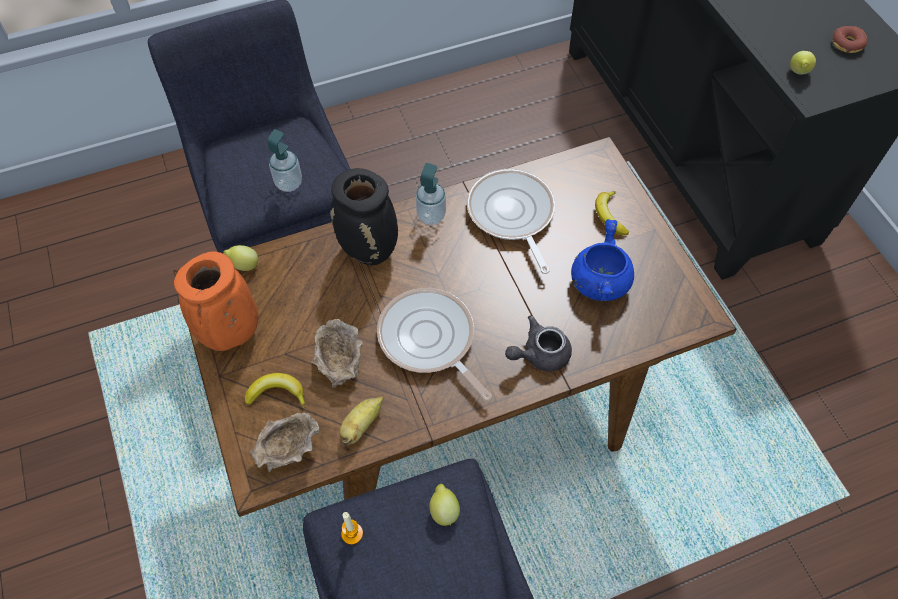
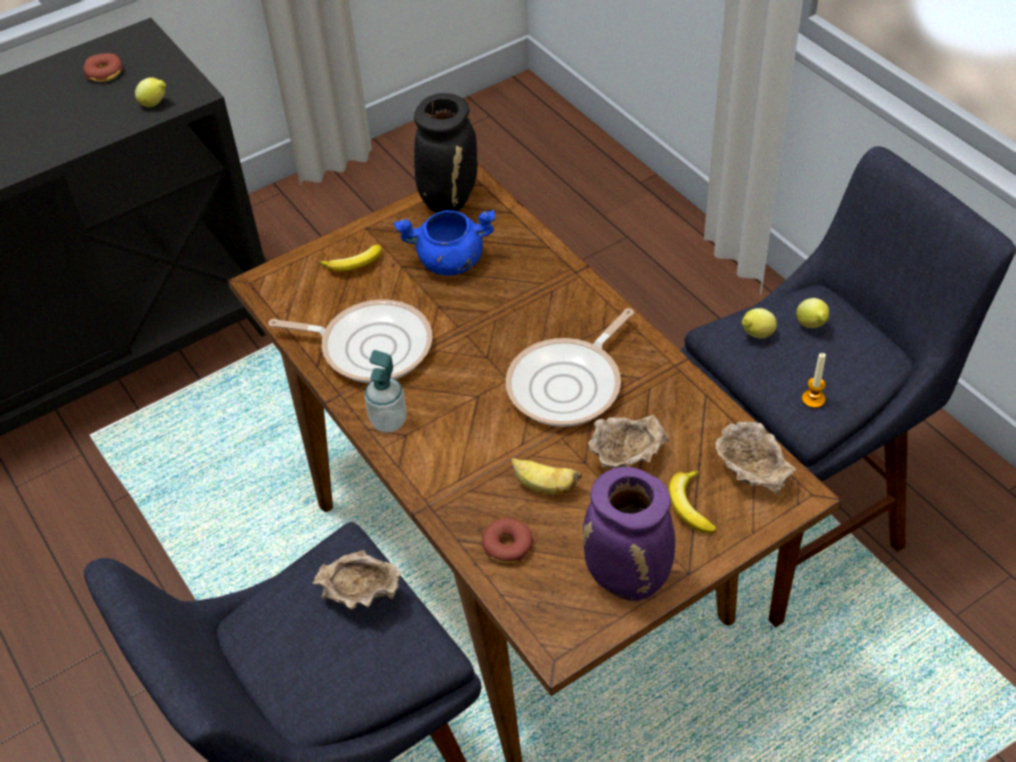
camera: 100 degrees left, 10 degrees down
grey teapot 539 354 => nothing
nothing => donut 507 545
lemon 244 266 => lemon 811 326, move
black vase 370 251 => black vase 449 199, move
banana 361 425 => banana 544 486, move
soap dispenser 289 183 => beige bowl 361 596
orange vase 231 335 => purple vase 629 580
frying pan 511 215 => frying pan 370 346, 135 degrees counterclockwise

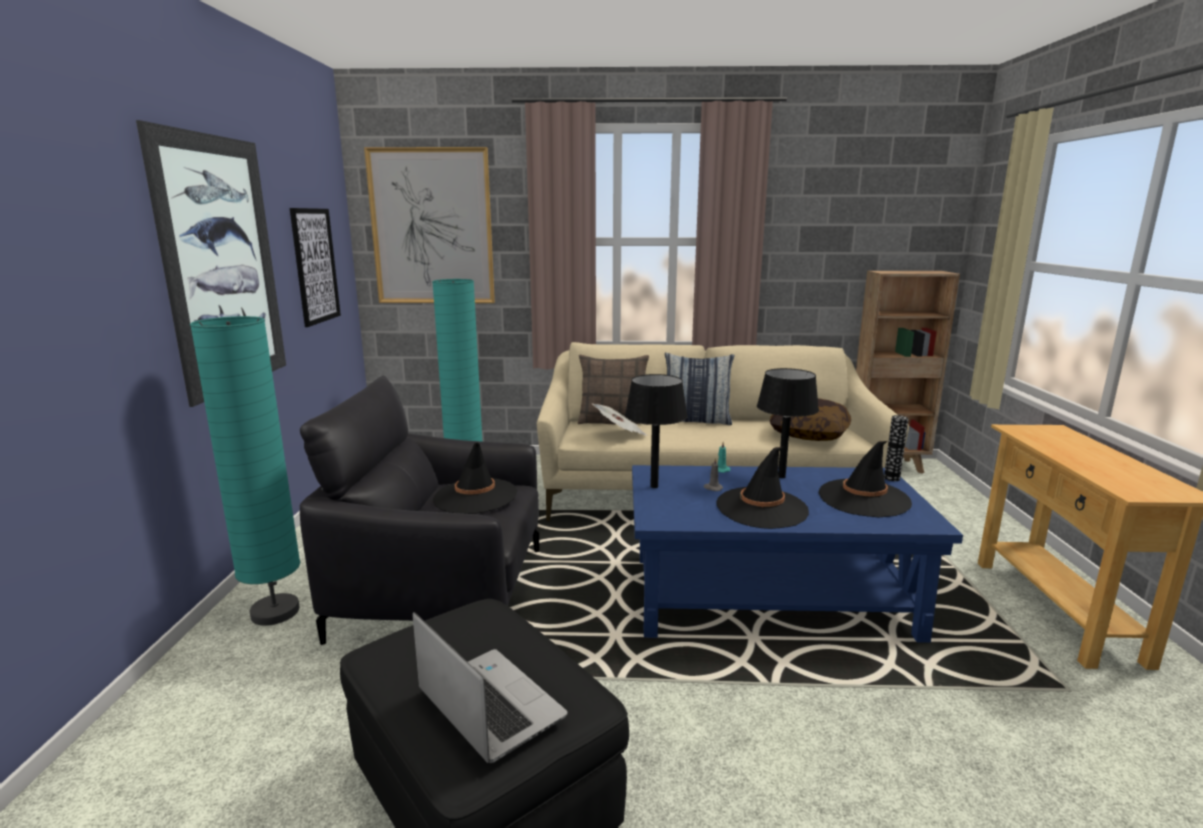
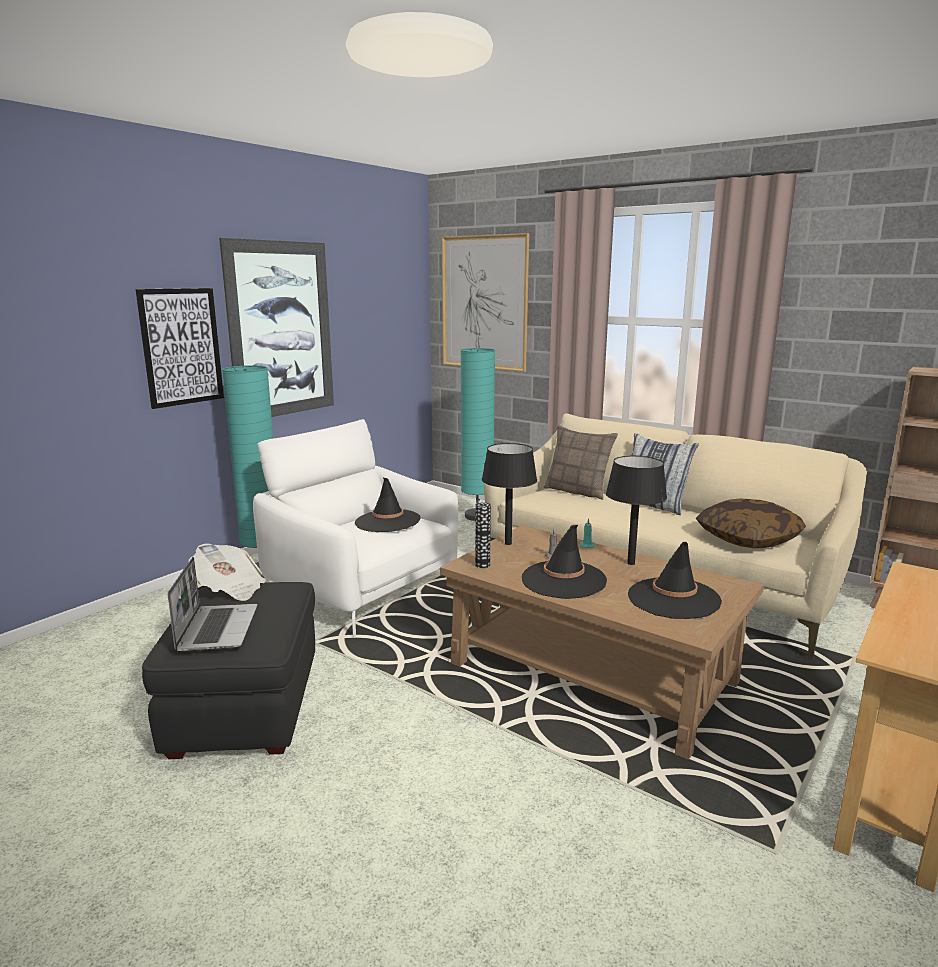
camera: 35 degrees right, 0 degrees up
picture 315 266 => picture 181 347, move
newspaper 620 434 => newspaper 230 589, move
vase 891 478 => vase 482 565, move
black armchair 443 592 => white armchair 363 591
blue coffee table 769 596 => brown coffee table 593 673

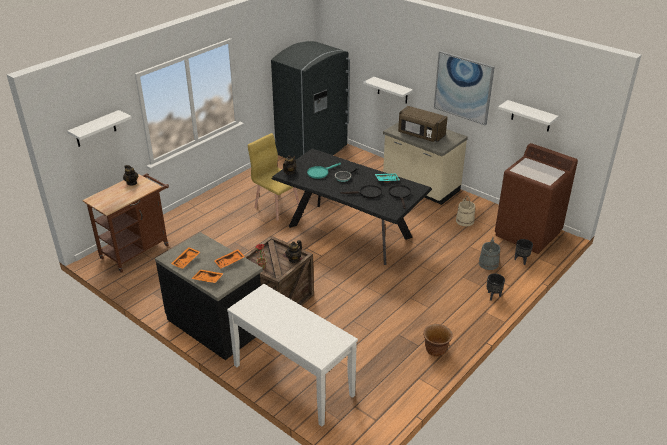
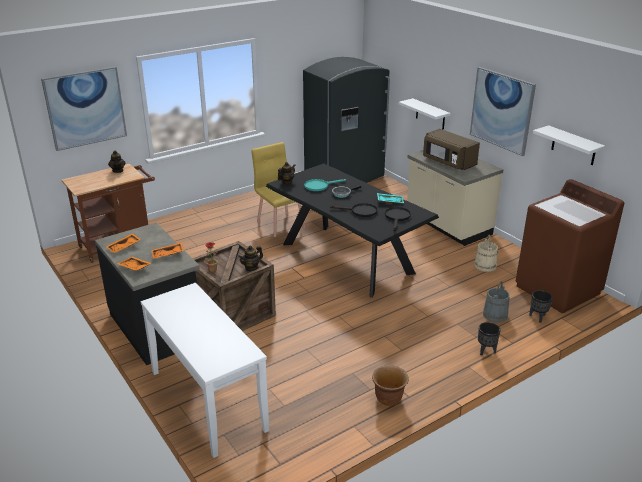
camera: 15 degrees right, 5 degrees down
white shelf 95 129 => picture 85 108

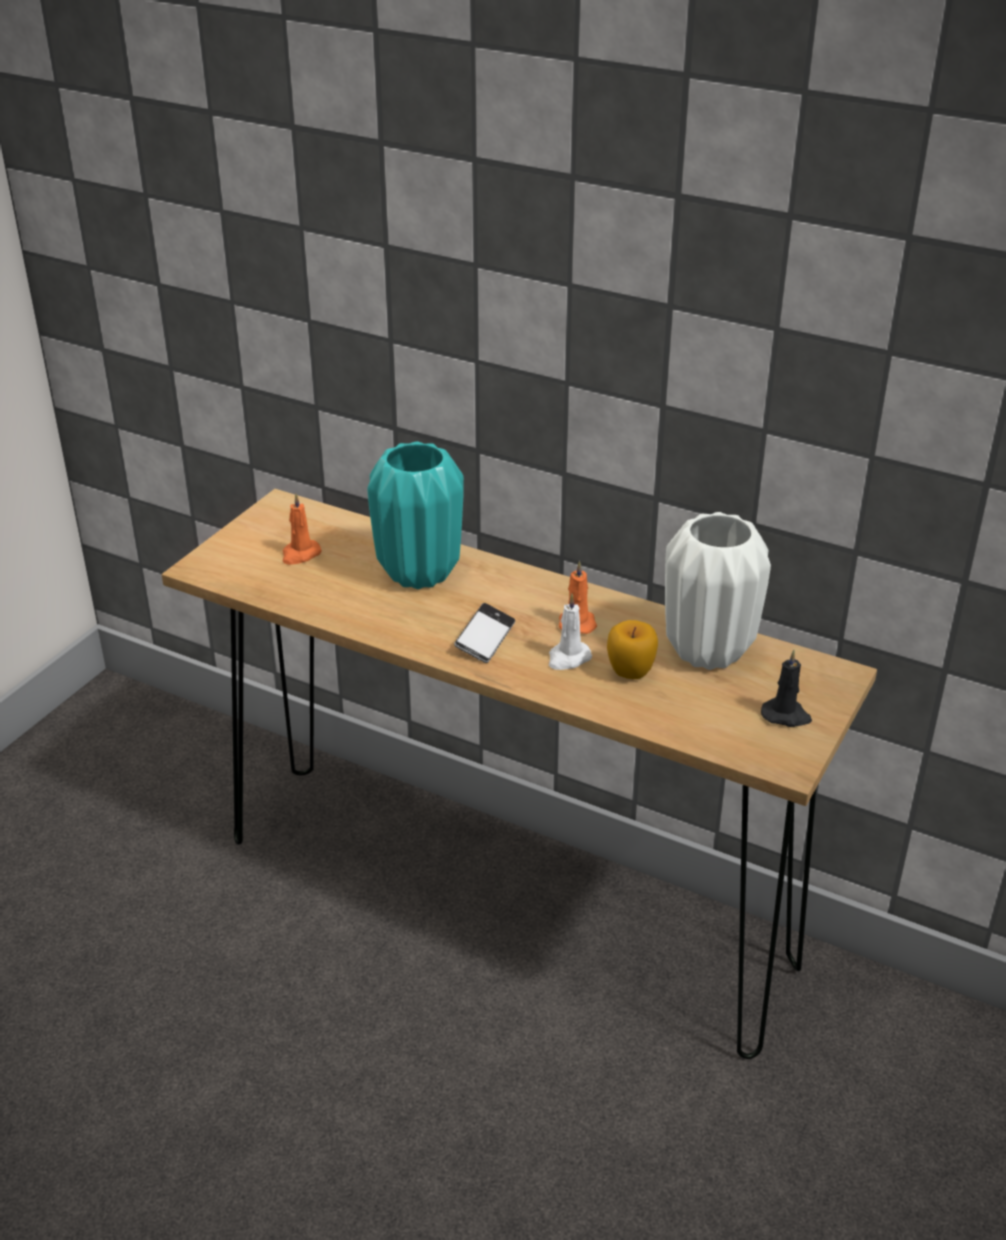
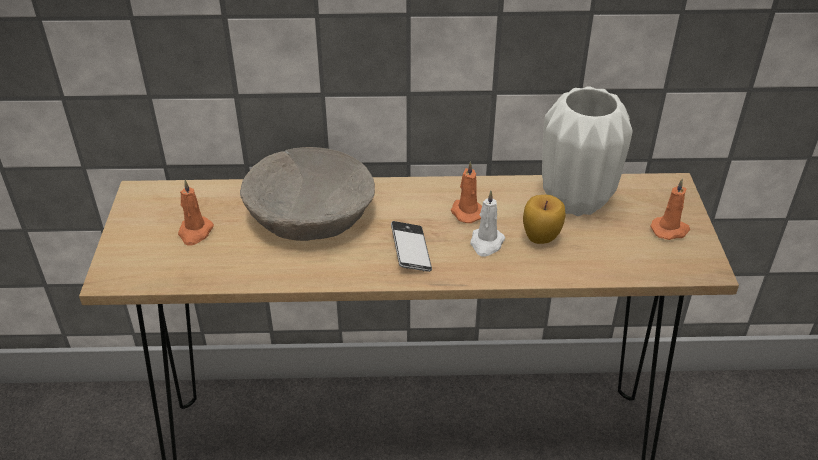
camera: 30 degrees left, 5 degrees up
turquoise vase 418 573 => beige bowl 309 214
black candle 786 715 => orange candle 670 230

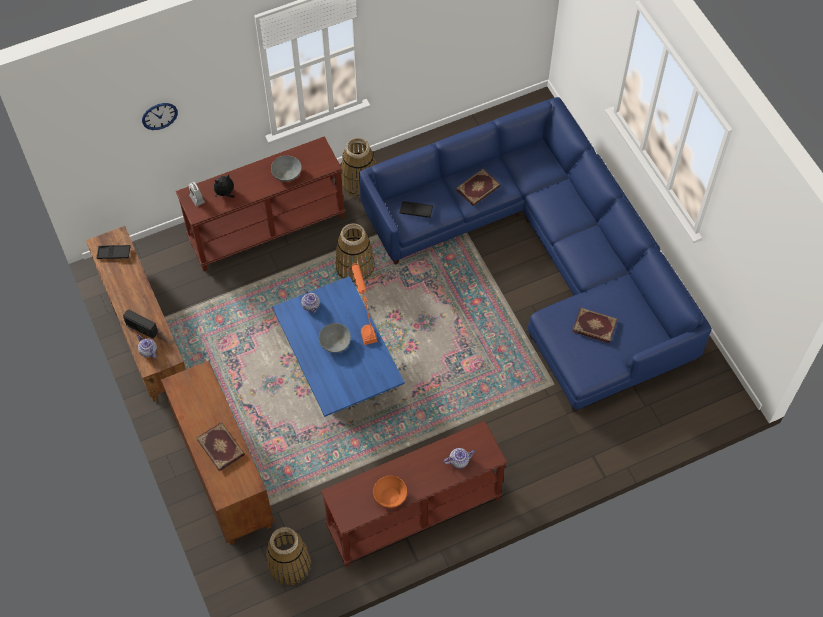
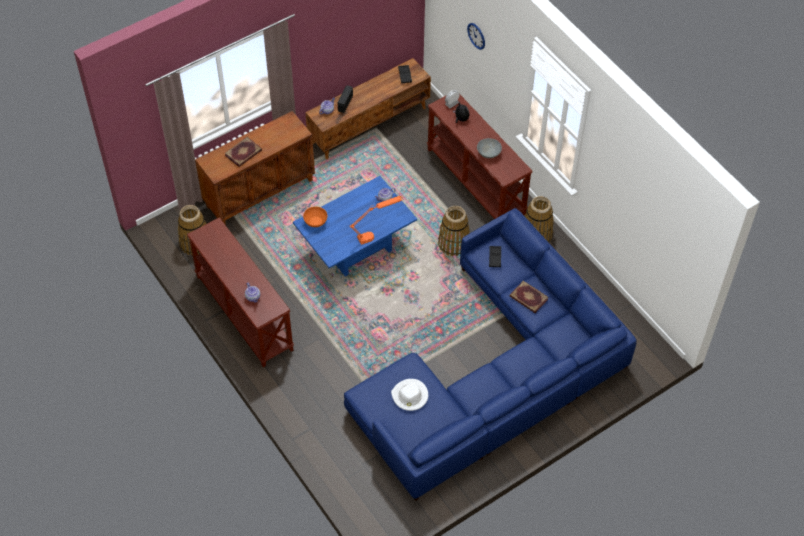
camera: 80 degrees right, 5 degrees down
grey bowl 335 342 => nothing
orange bowl 390 496 => orange bowl 315 221, move
book 594 325 => white hat 410 396

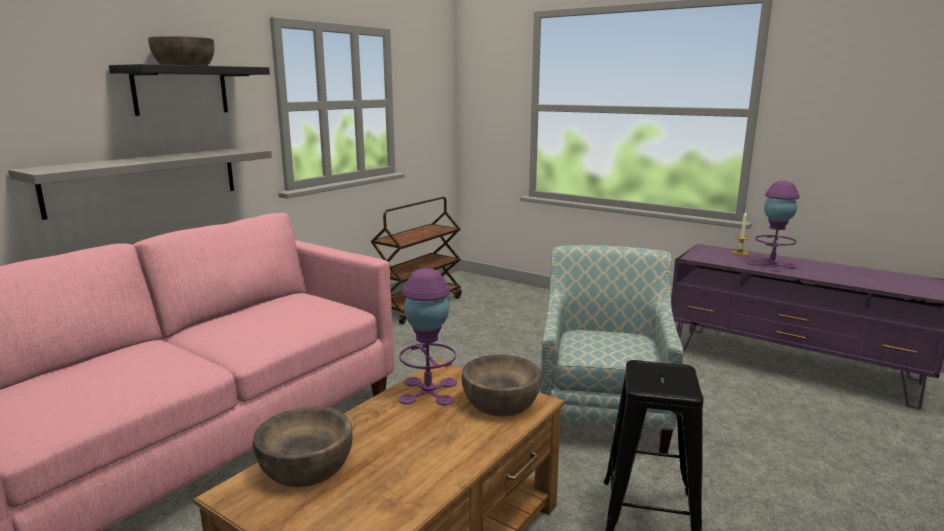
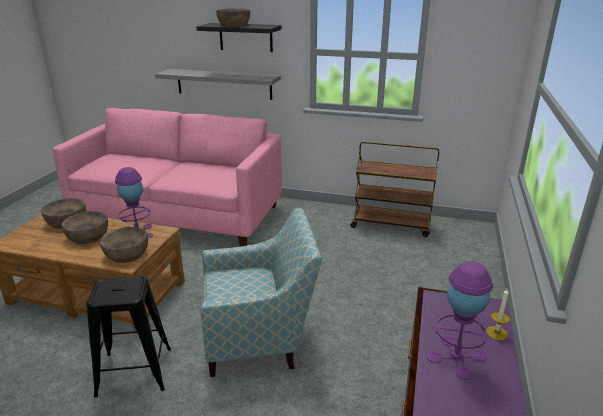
camera: 70 degrees right, 10 degrees up
nothing => brown bowl 88 236

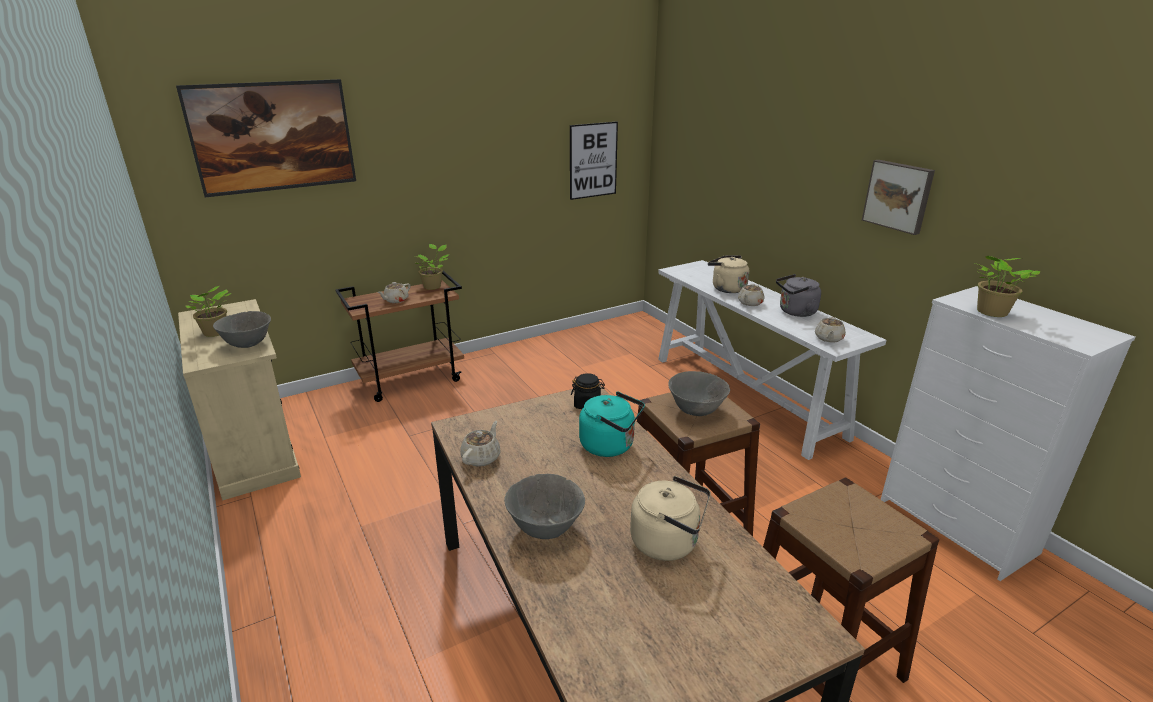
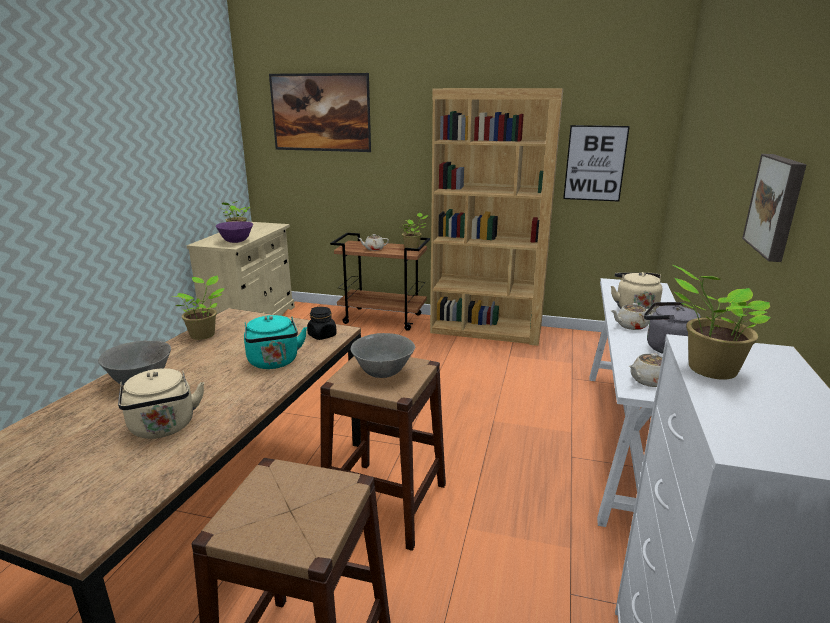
camera: 45 degrees right, 5 degrees down
nothing => brown bookcase 486 330
beige teapot 481 457 => potted plant 204 334
grey bowl 247 344 => purple bowl 236 241

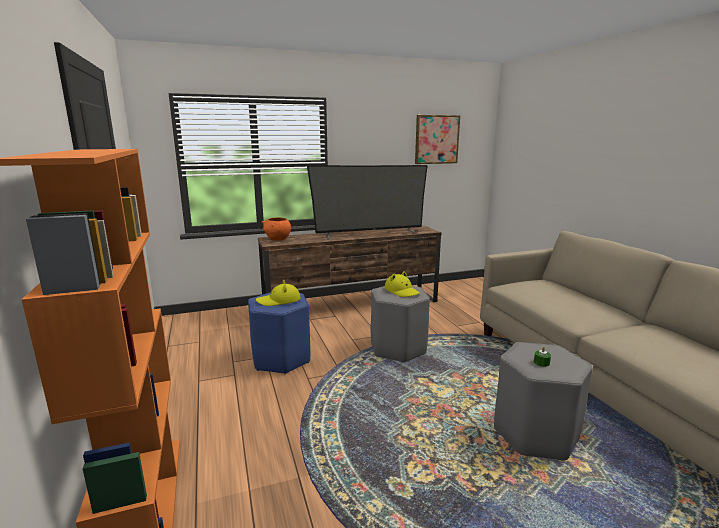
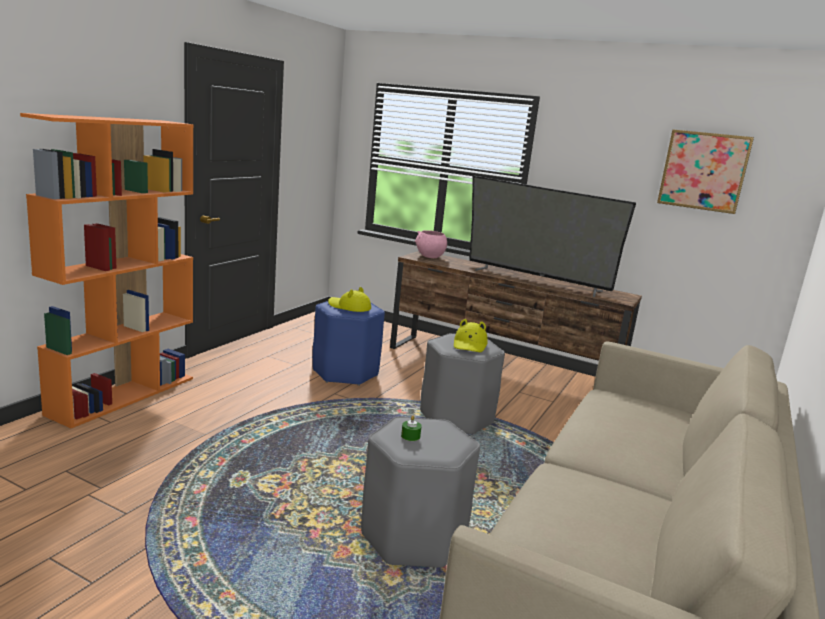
camera: 45 degrees right, 0 degrees up
orange bowl 278 239 => pink bowl 429 256

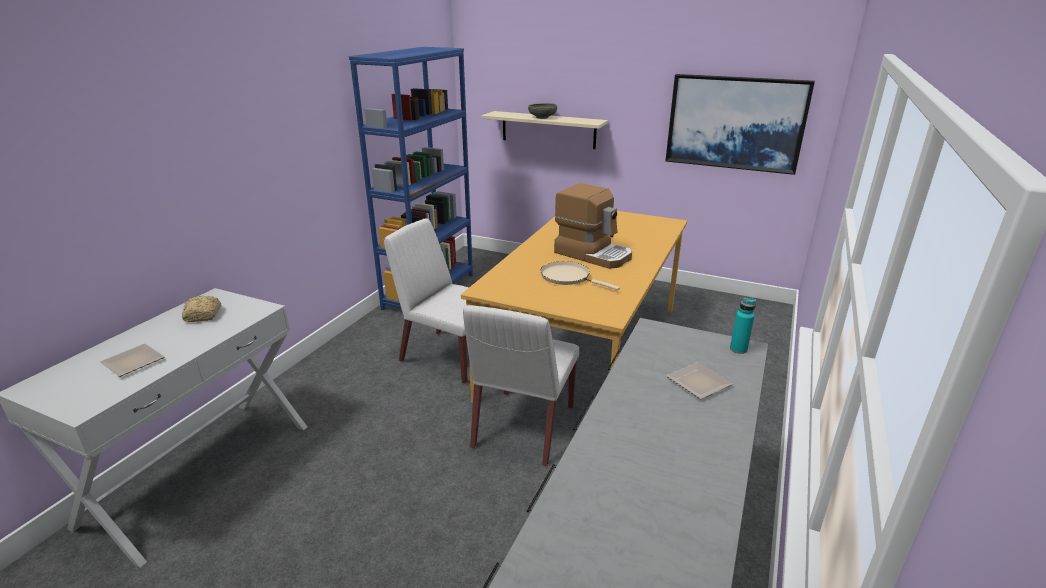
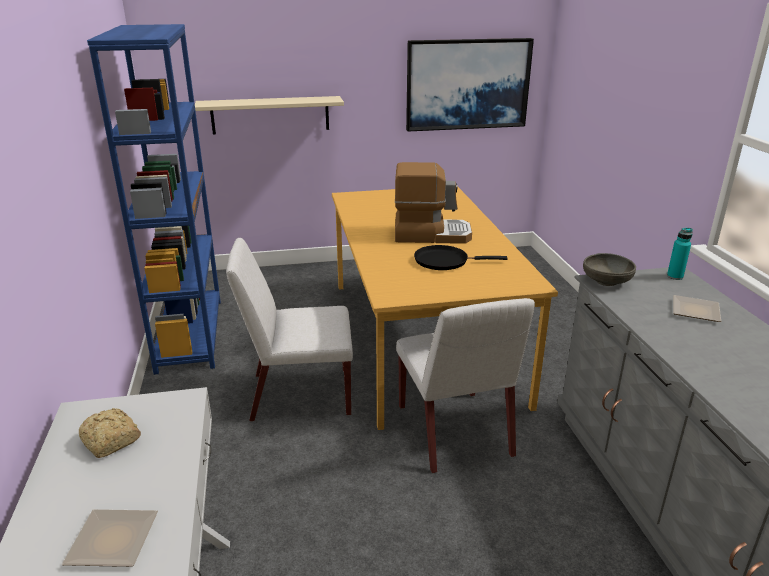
camera: 35 degrees left, 0 degrees up
grey bowl 542 117 => grey bowl 606 281, move
beige frying pan 568 277 => black frying pan 445 261

